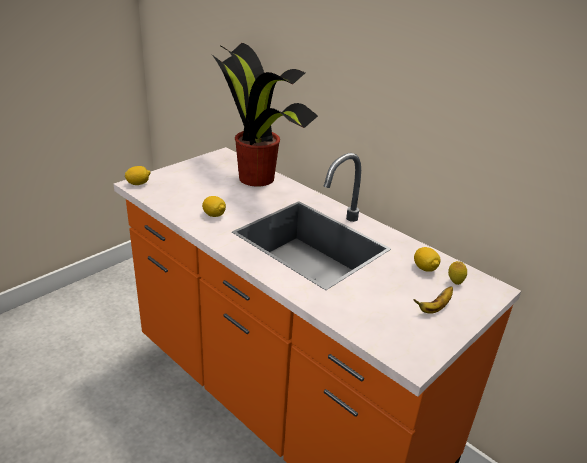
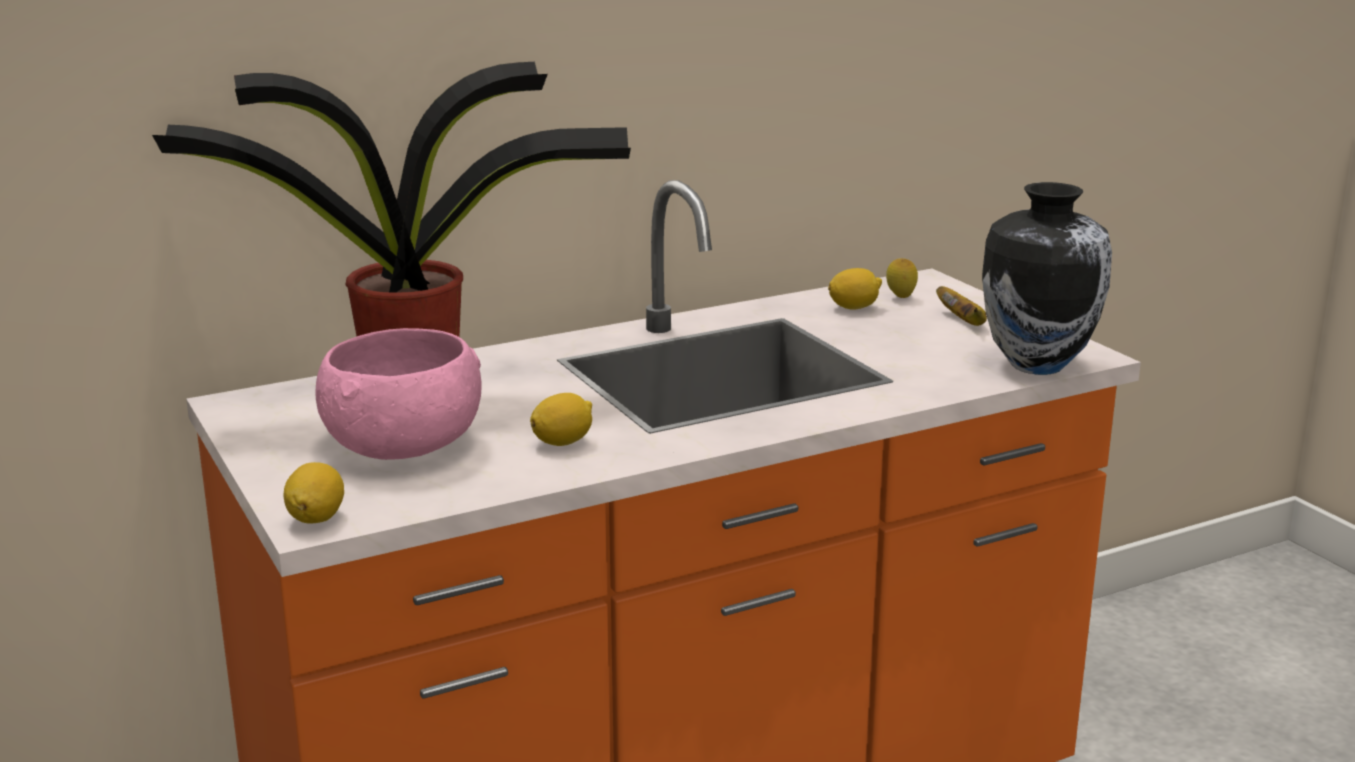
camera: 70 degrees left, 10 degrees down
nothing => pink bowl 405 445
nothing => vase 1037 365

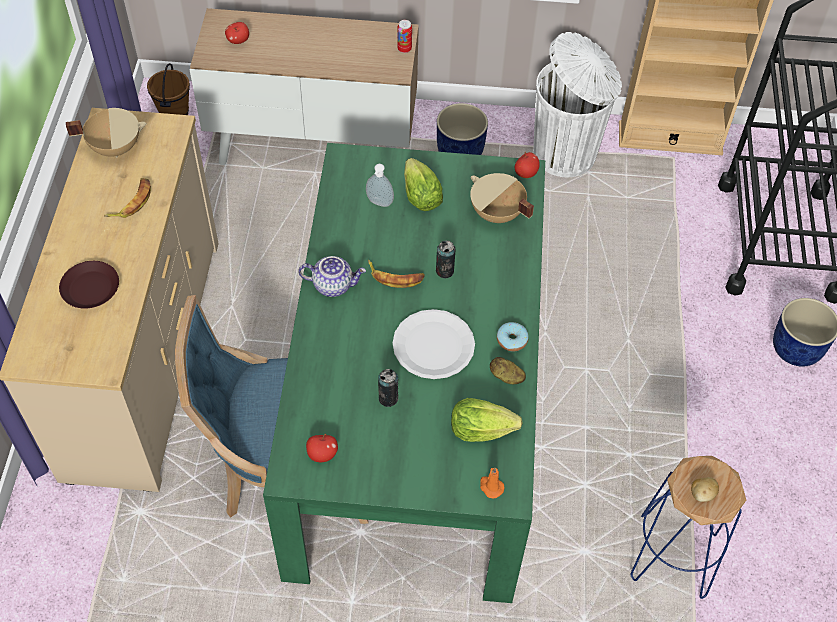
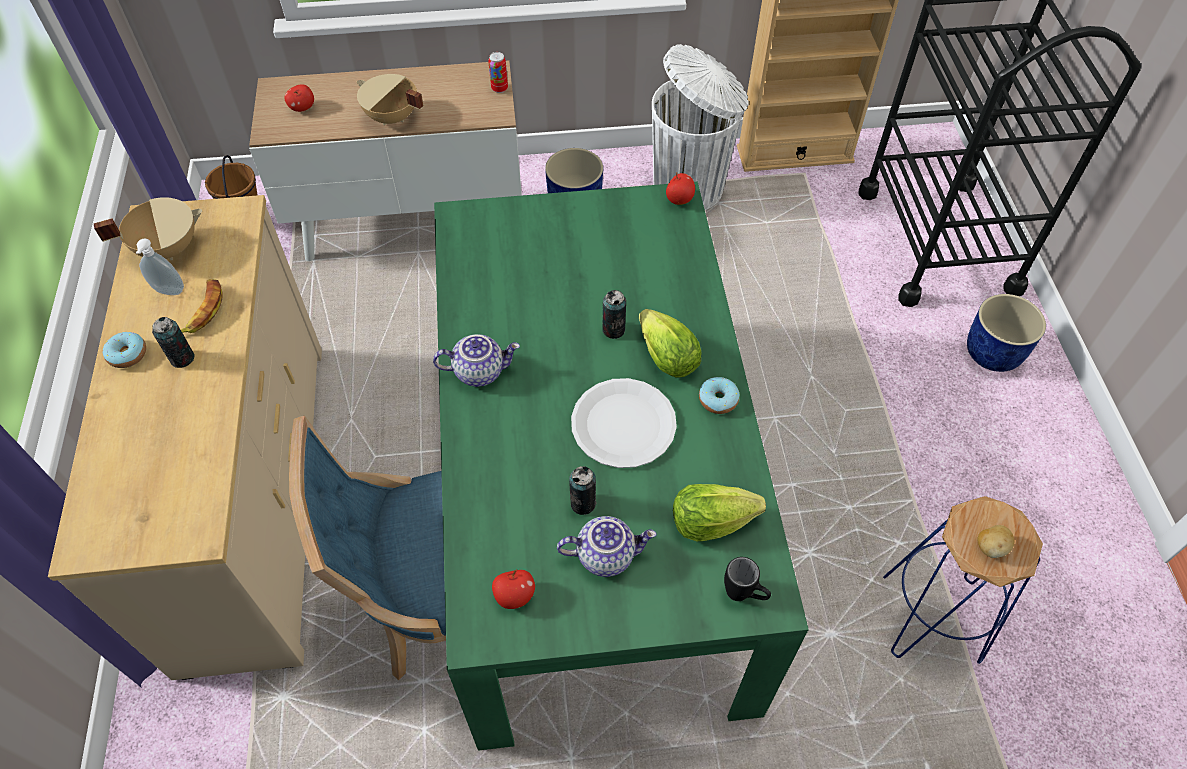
camera: 10 degrees left, 0 degrees up
brown plate 90 289 => nothing
banana 395 276 => nothing
potato 506 377 => nothing
nothing => donut 127 354
nothing => can 182 358
nothing => teapot 606 554
soap dispenser 379 203 => soap dispenser 169 292, move
lettuce 421 197 => lettuce 667 358, move
beige cooking pot 496 214 => beige cooking pot 392 118, move
orange candle 491 486 => black mug 744 595

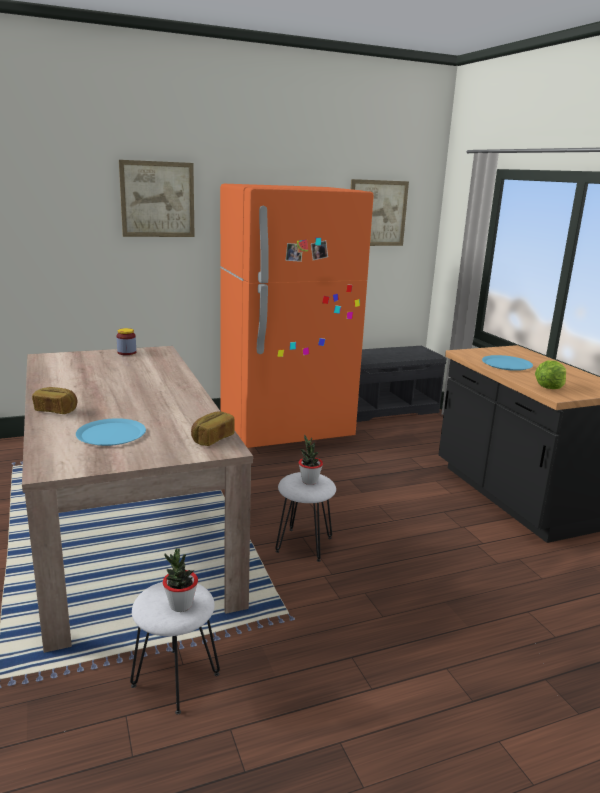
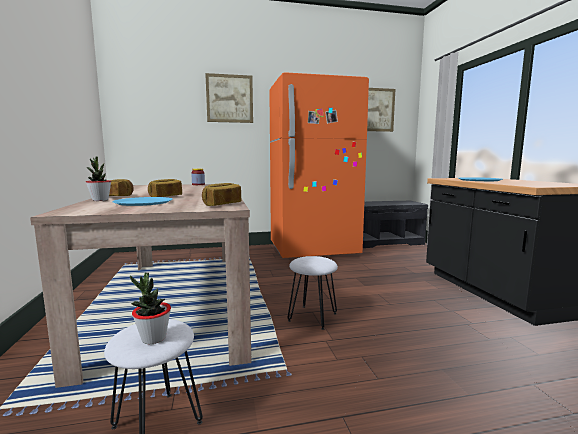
camera: 10 degrees right, 10 degrees down
lettuce 549 387 => nothing
nothing => bread 165 196
potted plant 309 481 => potted plant 100 200, move

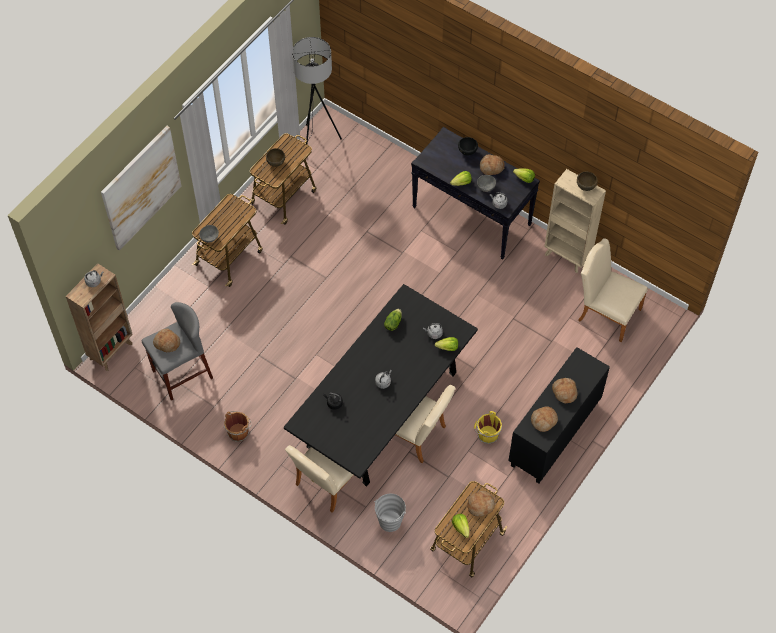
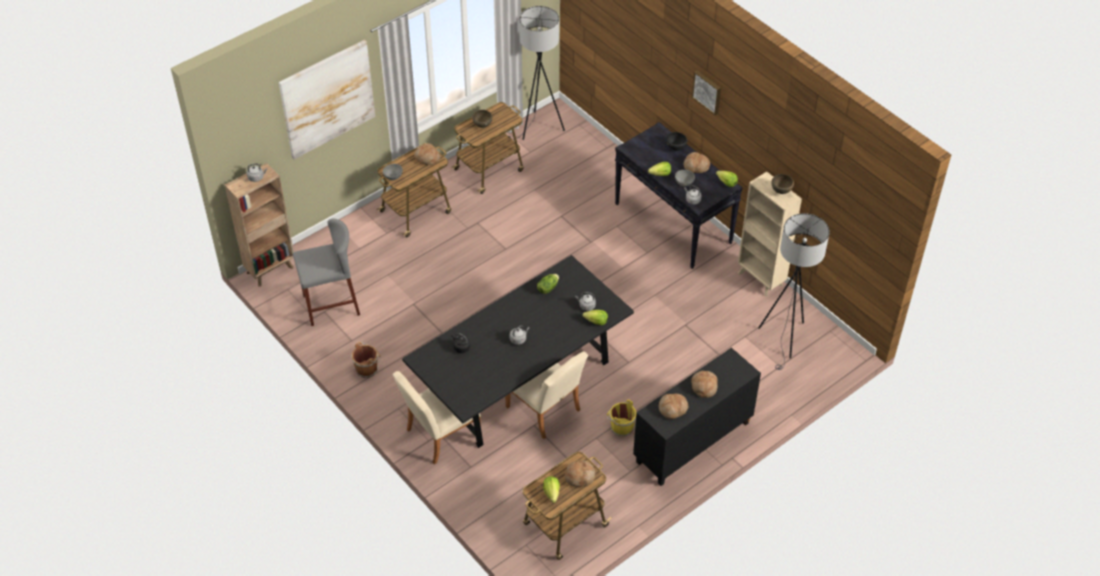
camera: 15 degrees right, 10 degrees down
grey bucket 389 521 => nothing
nothing => picture 707 91
bread 167 343 => bread 427 158, move
beige chair 605 312 => grey floor lamp 785 339

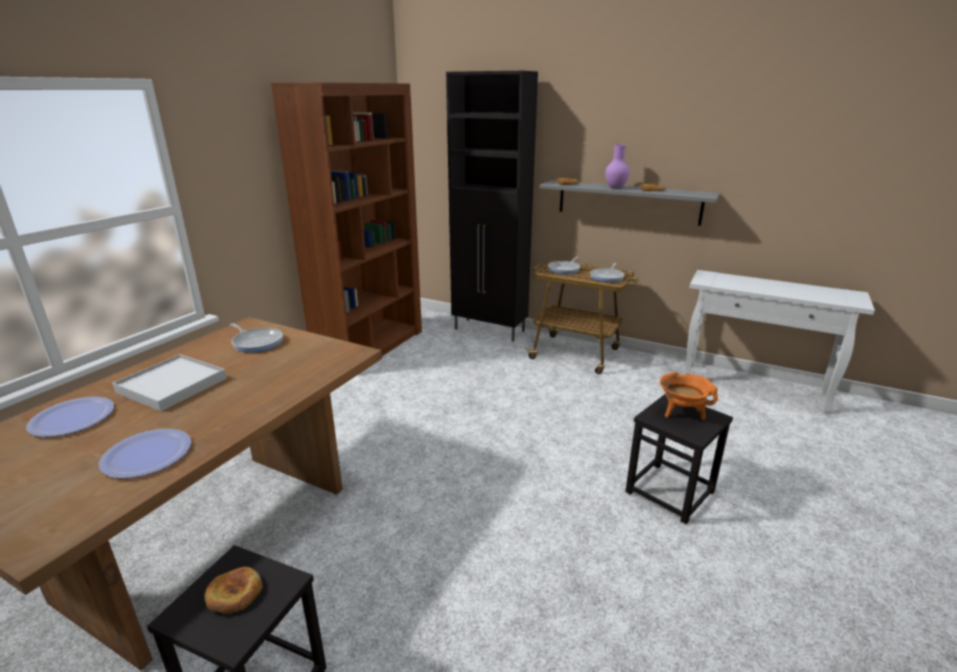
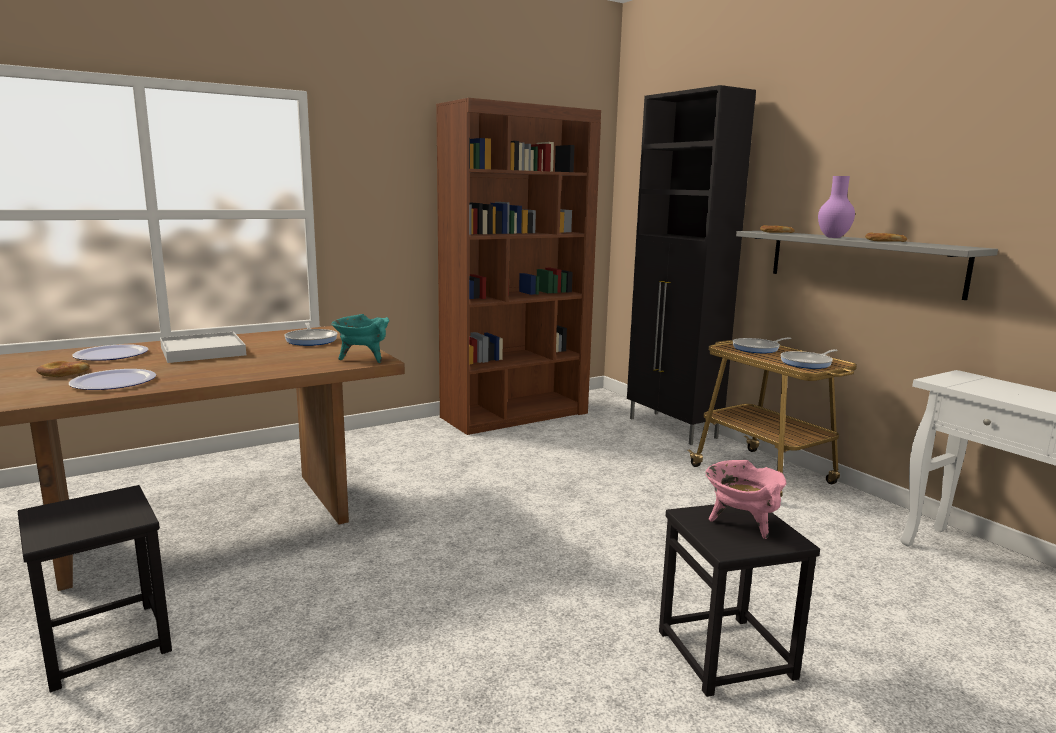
camera: 30 degrees right, 10 degrees down
nothing => turquoise cooking pot 363 359
bread 235 593 => bread 63 373, move
orange cooking pot 682 413 => pink cooking pot 741 524

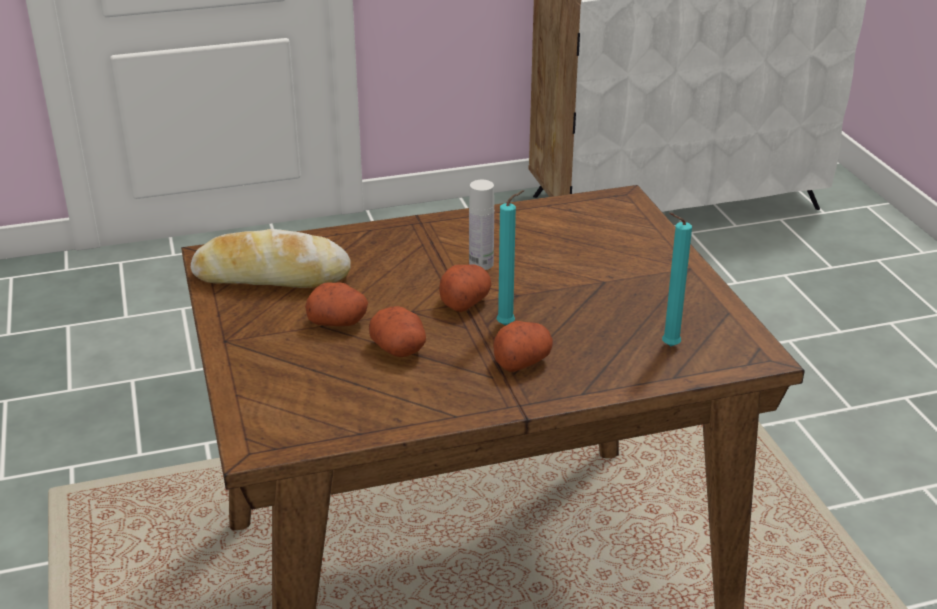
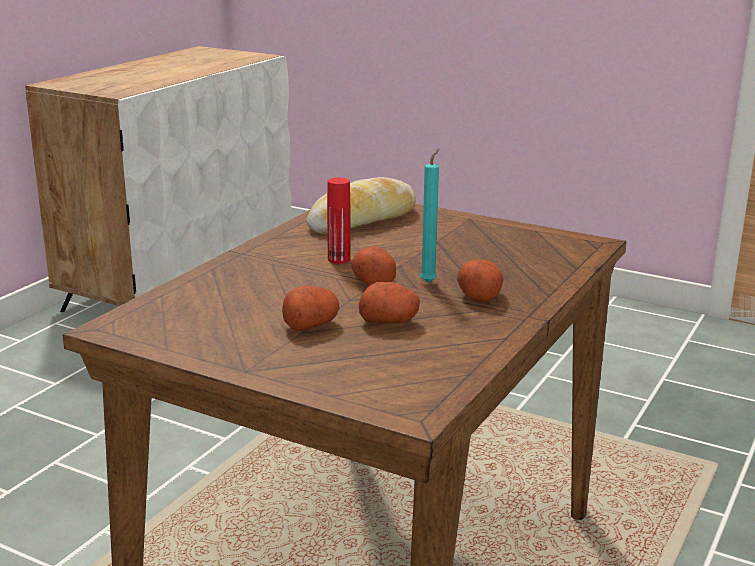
camera: 45 degrees left, 10 degrees down
turquoise candle 667 346 => nothing
bread 271 276 => bread 362 219, move
white bottle 481 264 => red bottle 339 259

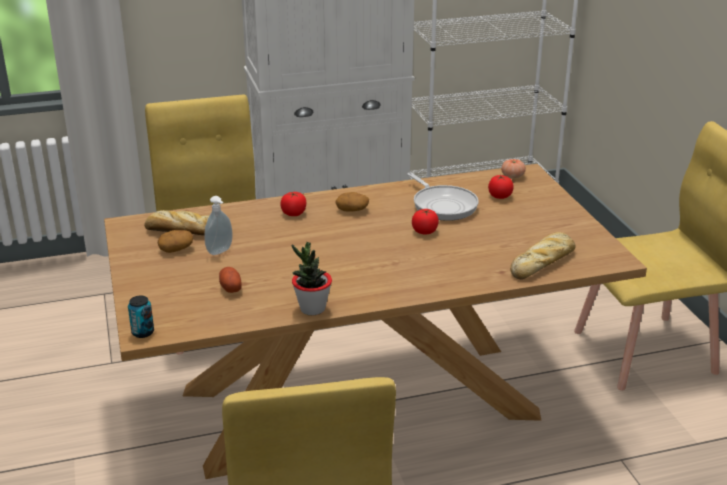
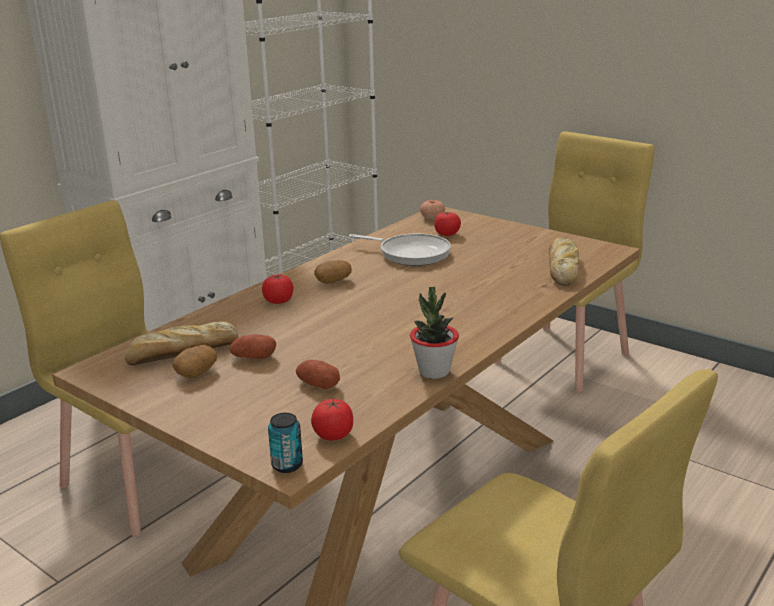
camera: 35 degrees left, 5 degrees down
tomato 425 231 => tomato 333 434, move
soap dispenser 220 252 => potato 253 357

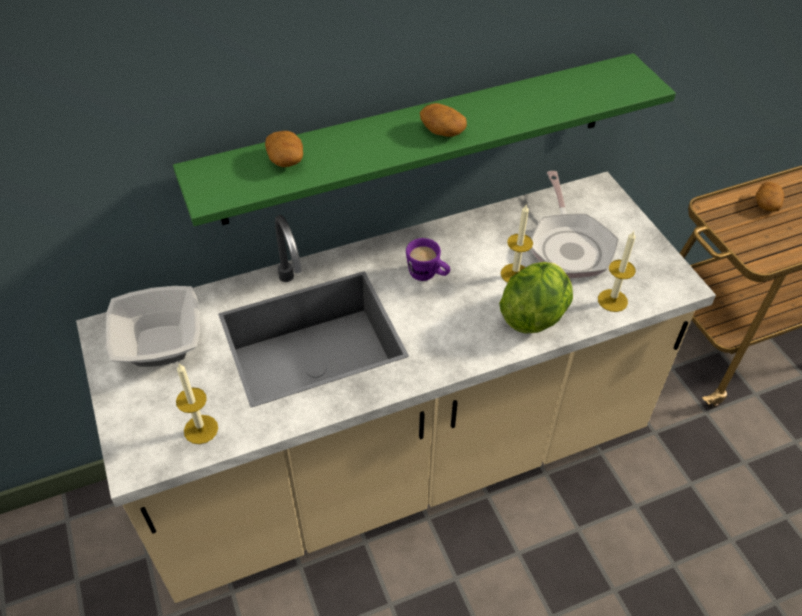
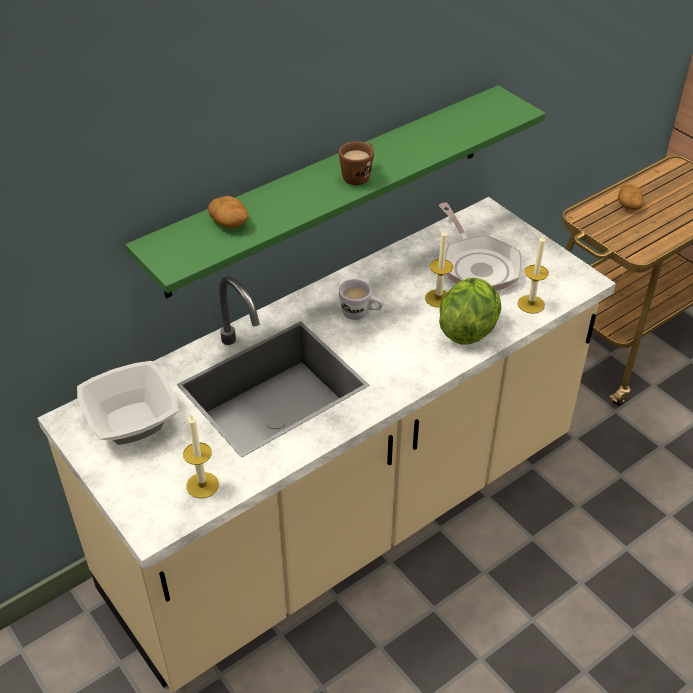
camera: 15 degrees left, 5 degrees down
potato 442 131 => brown mug 359 175
purple mug 428 275 => white mug 360 314

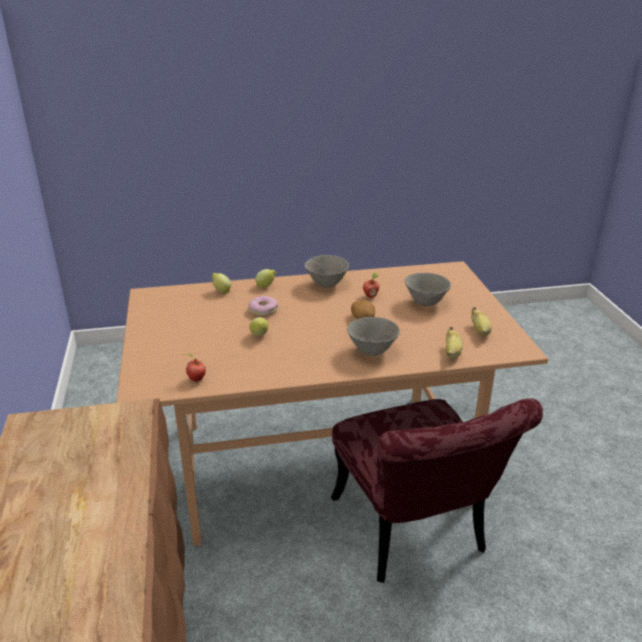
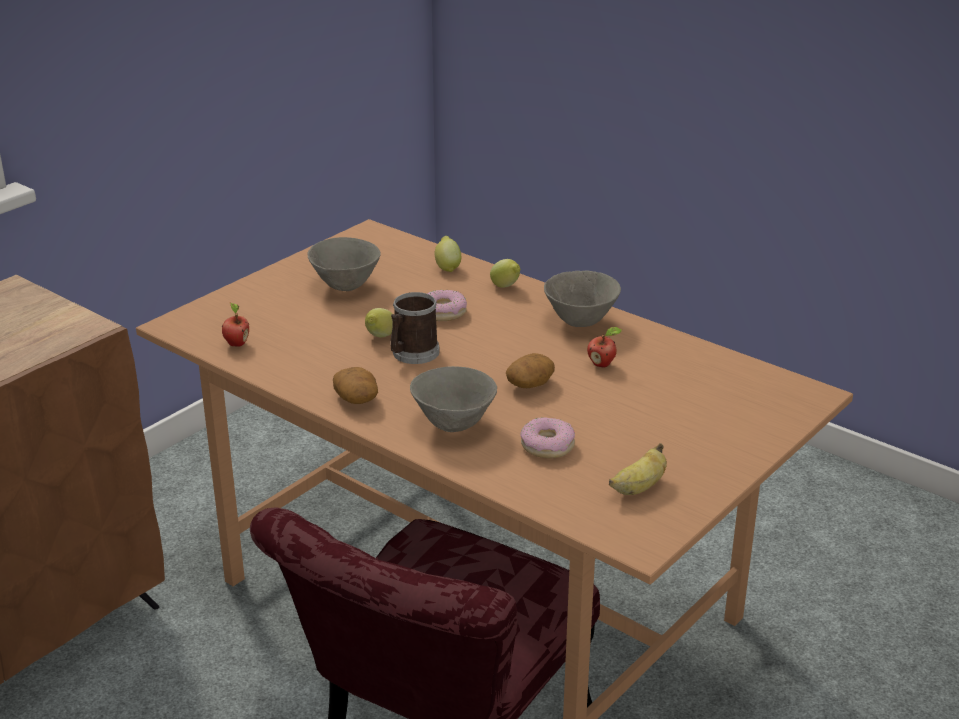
camera: 50 degrees right, 0 degrees up
banana 452 353 => nothing
nothing => potato 357 399
nothing => mug 412 354
nothing => donut 547 445
grey bowl 426 302 => grey bowl 346 286, move

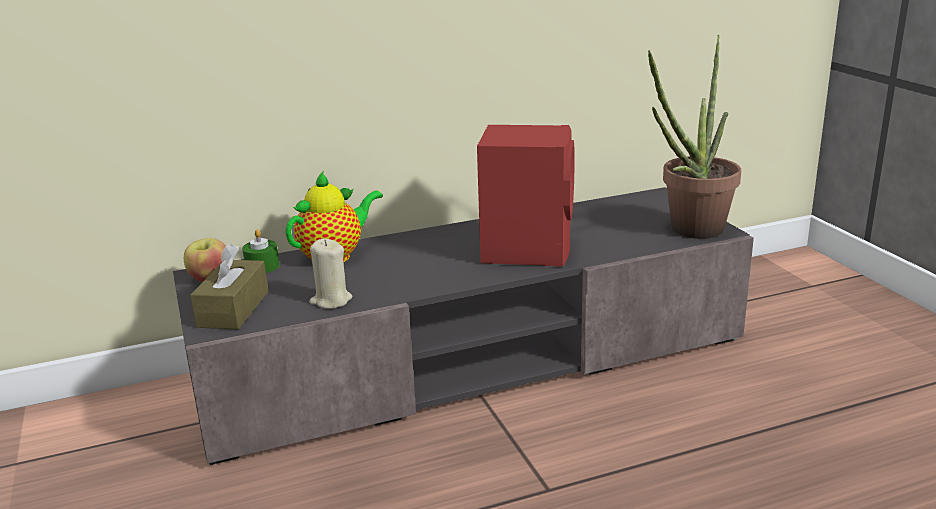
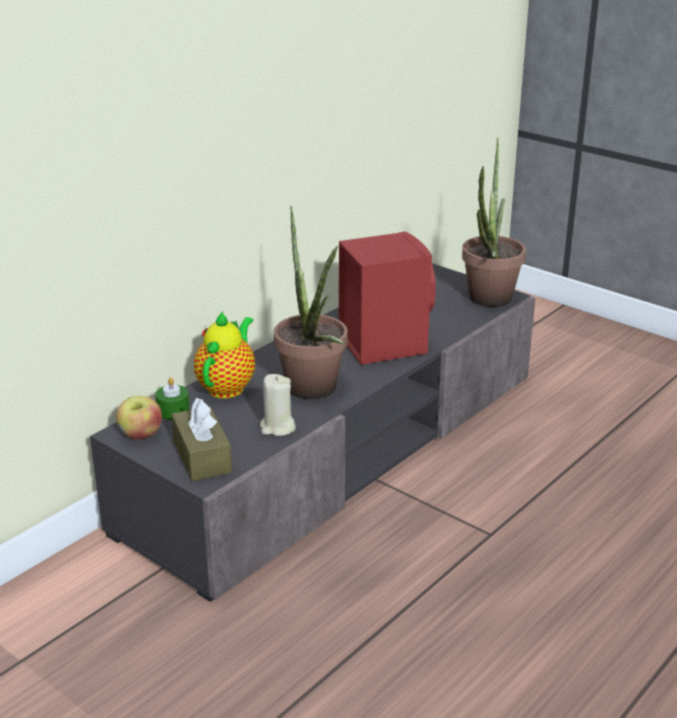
camera: 30 degrees left, 5 degrees up
nothing => potted plant 314 392

